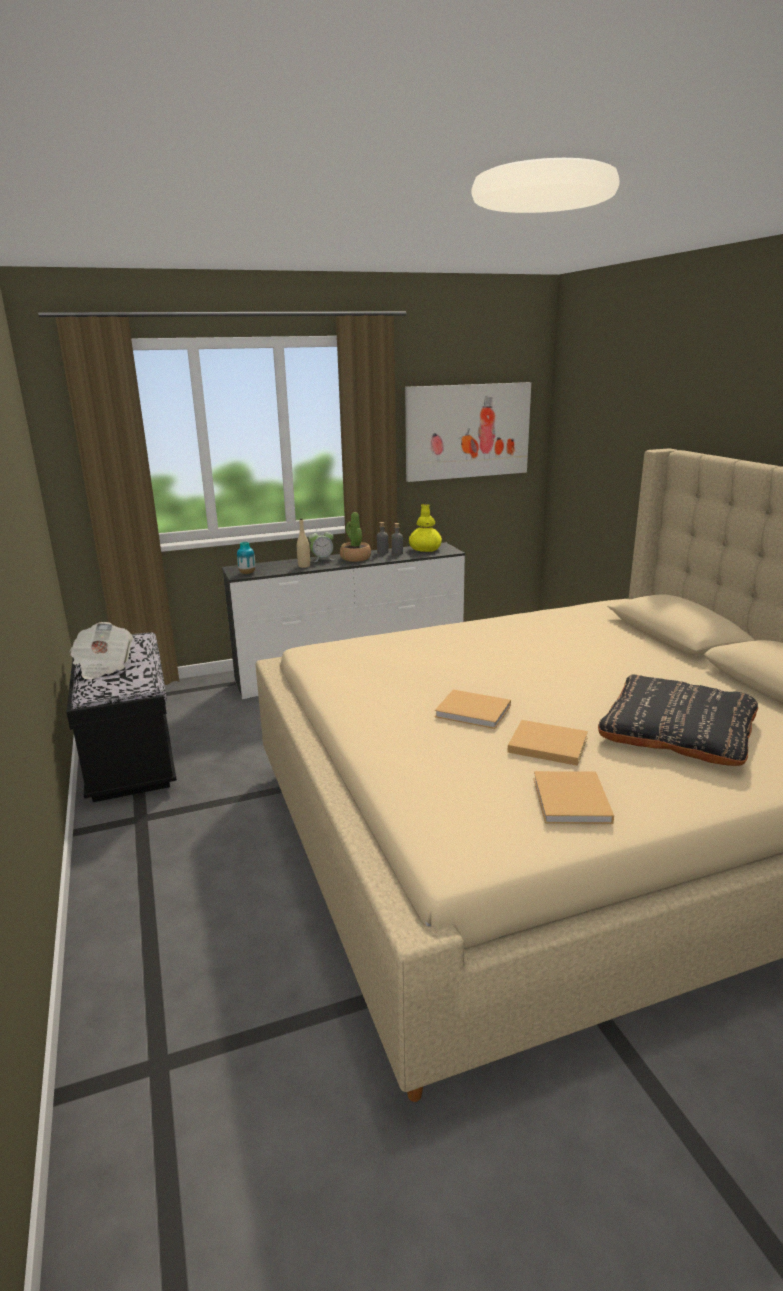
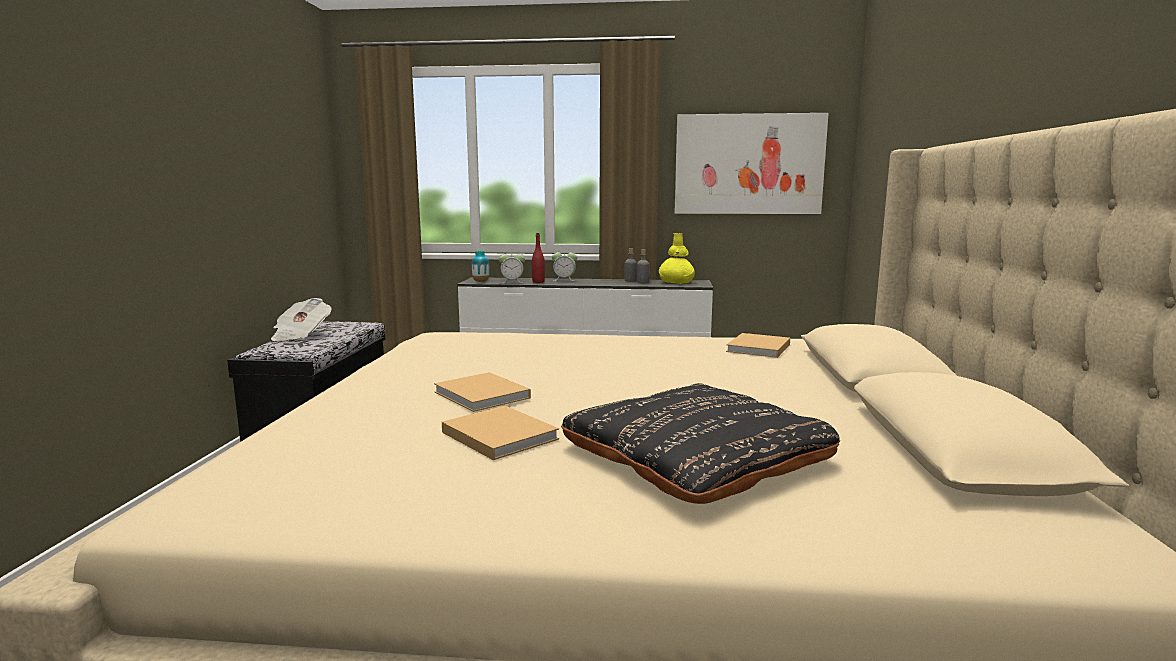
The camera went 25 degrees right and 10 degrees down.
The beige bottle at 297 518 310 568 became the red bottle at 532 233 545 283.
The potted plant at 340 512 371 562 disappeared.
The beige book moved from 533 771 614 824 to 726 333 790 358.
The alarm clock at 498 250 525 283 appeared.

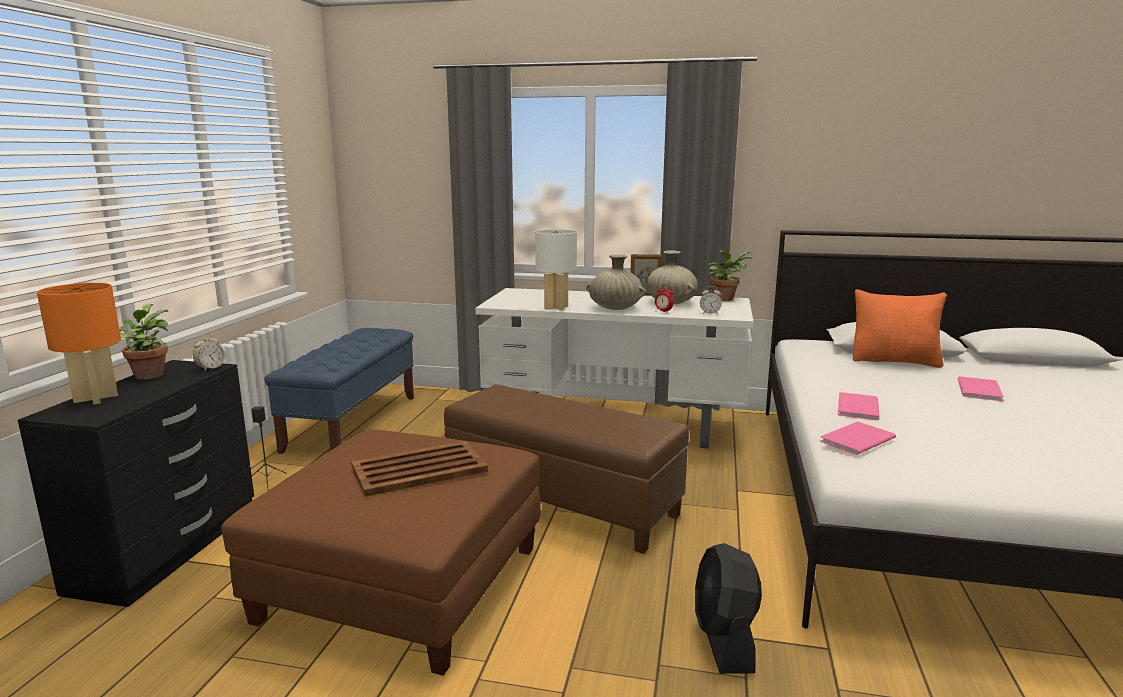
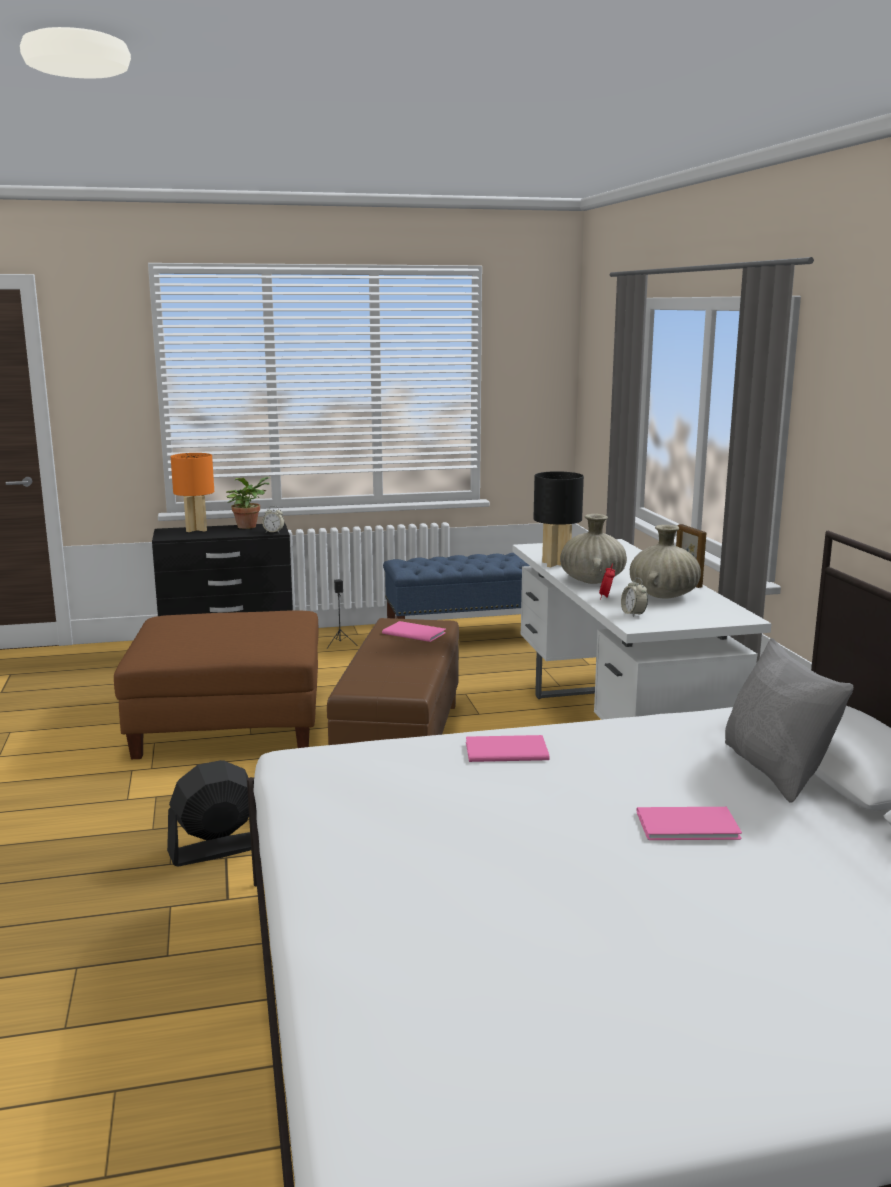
The camera went 65 degrees right and 0 degrees up.
The brown tray at 351 441 488 497 disappeared.
The white table lamp at 535 229 577 311 became the black table lamp at 533 471 584 567.
The potted plant at 708 250 752 301 disappeared.
The pink book moved from 820 422 896 455 to 382 621 446 642.
The orange pillow at 853 289 947 368 became the grey pillow at 725 638 854 803.

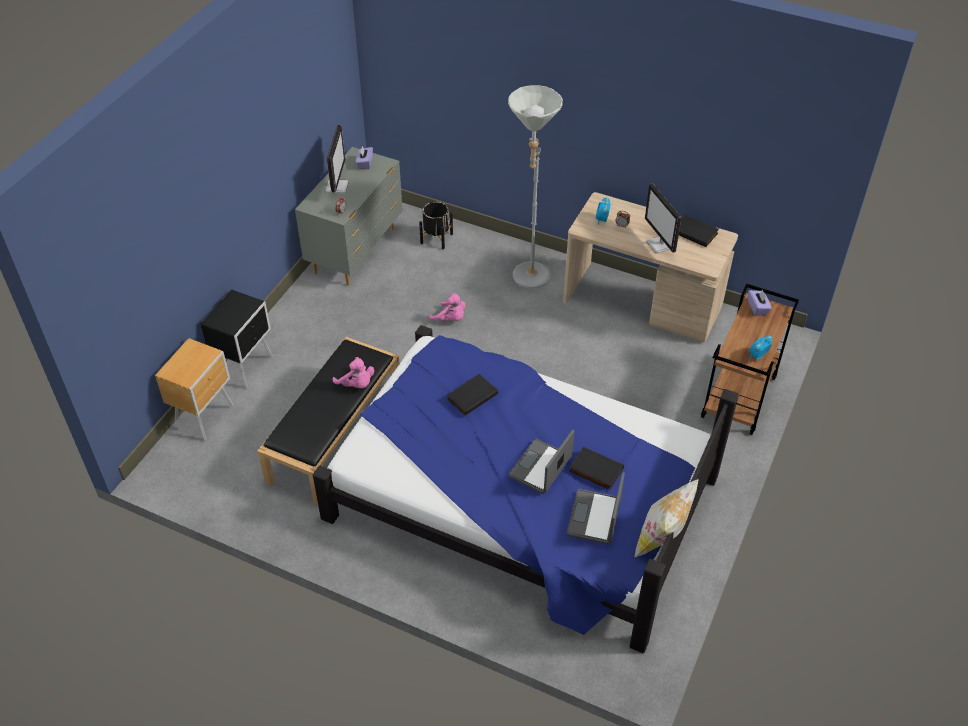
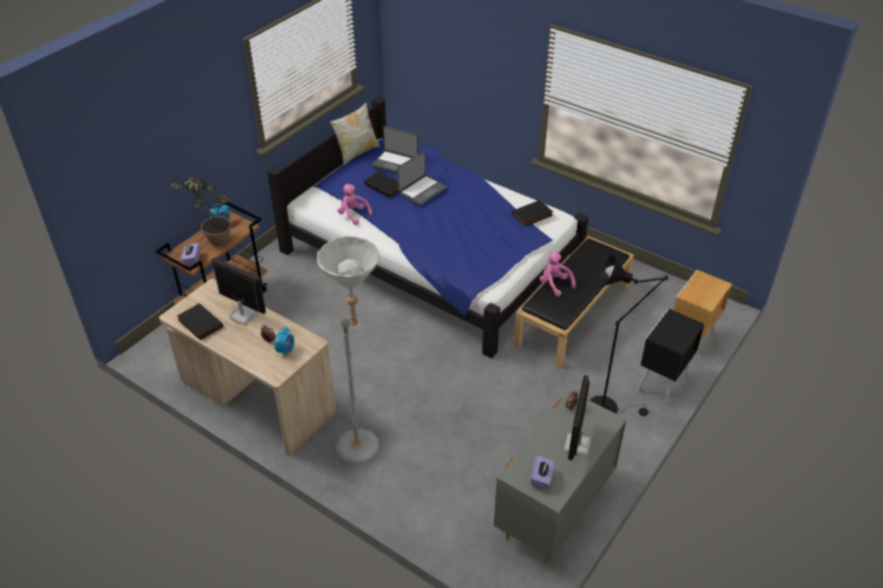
The camera went 170 degrees left and 5 degrees down.
The black planter at 419 202 453 249 disappeared.
The pink plush toy moved from 429 293 465 321 to 338 184 373 225.
The black book moved from 447 374 498 416 to 512 200 553 227.
The laptop at 567 472 625 544 turned 90 degrees clockwise.
The monitor at 645 183 682 253 turned 45 degrees counterclockwise.
The potted plant at 167 177 233 246 appeared.
The black floor lamp at 590 254 668 416 appeared.

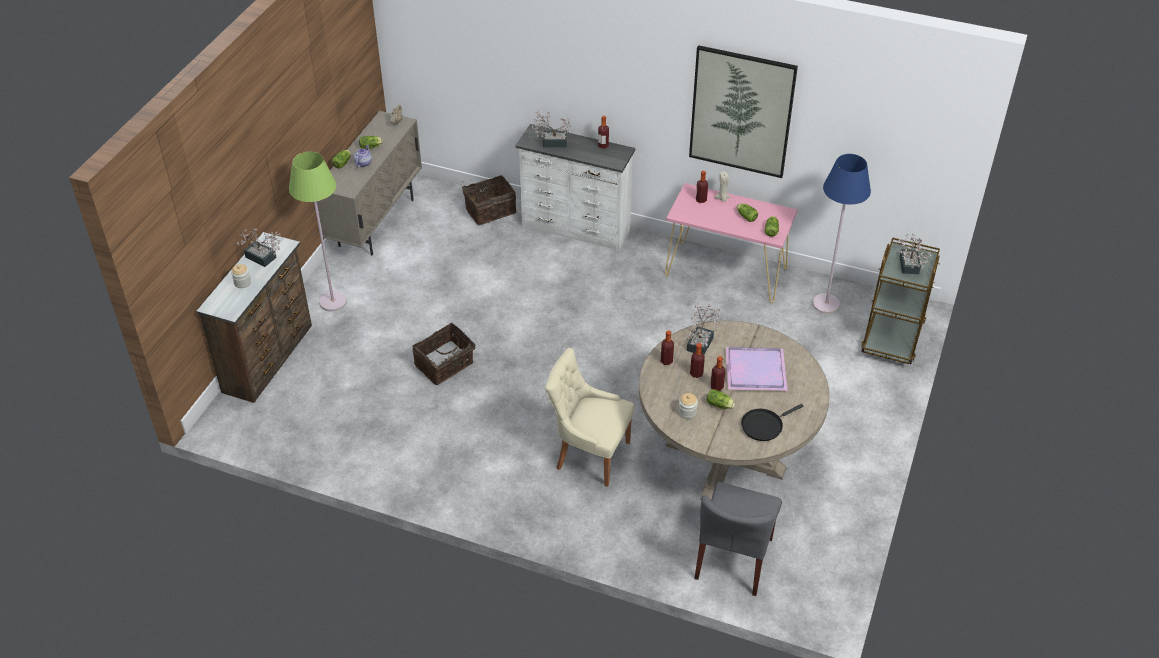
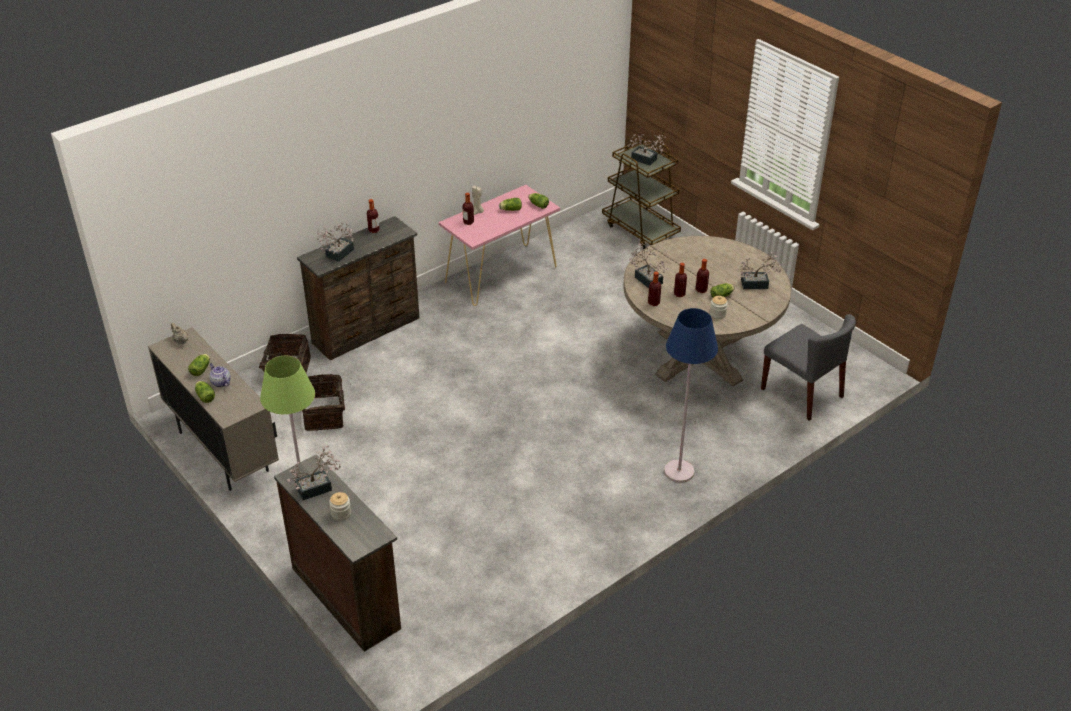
The camera went 60 degrees left and 5 degrees down.
The basket moved from 412 323 478 385 to 302 374 351 431.
The white dresser at 515 124 635 251 became the brown dresser at 297 216 420 360.
The beige chair at 545 348 634 487 disappeared.
The picture at 689 45 798 178 disappeared.
The purple tray at 725 347 787 391 disappeared.
The black frying pan at 741 404 804 441 was replaced by the potted plant at 736 252 781 289.
The blue floor lamp moved from 813 154 871 314 to 664 308 718 483.

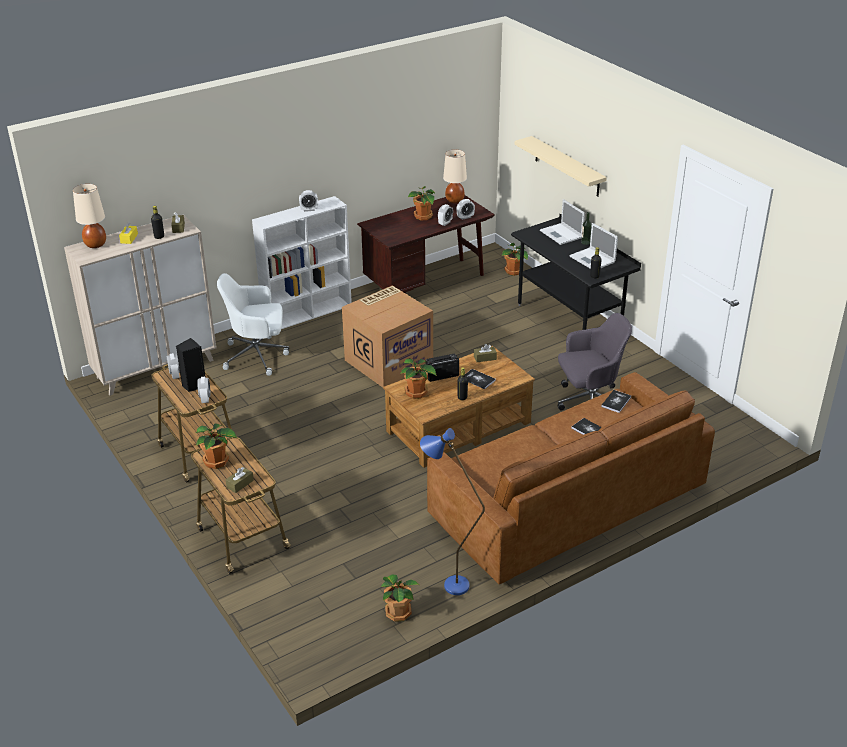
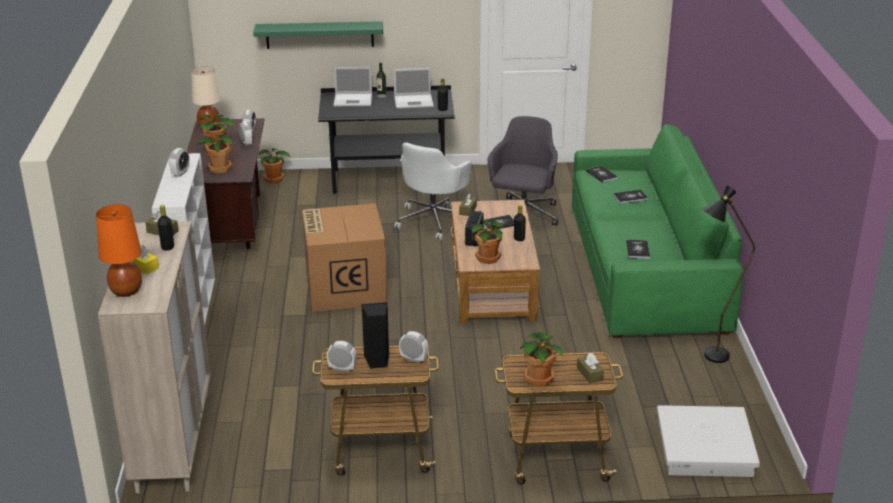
The camera went 60 degrees left and 5 degrees down.
The beige table lamp at 73 184 106 248 became the orange table lamp at 96 204 142 297.
The white office chair moved from 217 273 289 376 to 394 142 472 240.
The potted plant moved from 381 575 419 622 to 197 133 233 174.
The blue floor lamp at 420 428 485 595 became the black floor lamp at 701 186 755 363.
The brown sofa at 427 372 715 585 became the green sofa at 572 124 744 338.
The beige shelf at 515 136 607 197 became the green shelf at 253 21 383 49.
The book at 626 240 650 259 appeared.
The white storage box at 657 405 760 477 appeared.

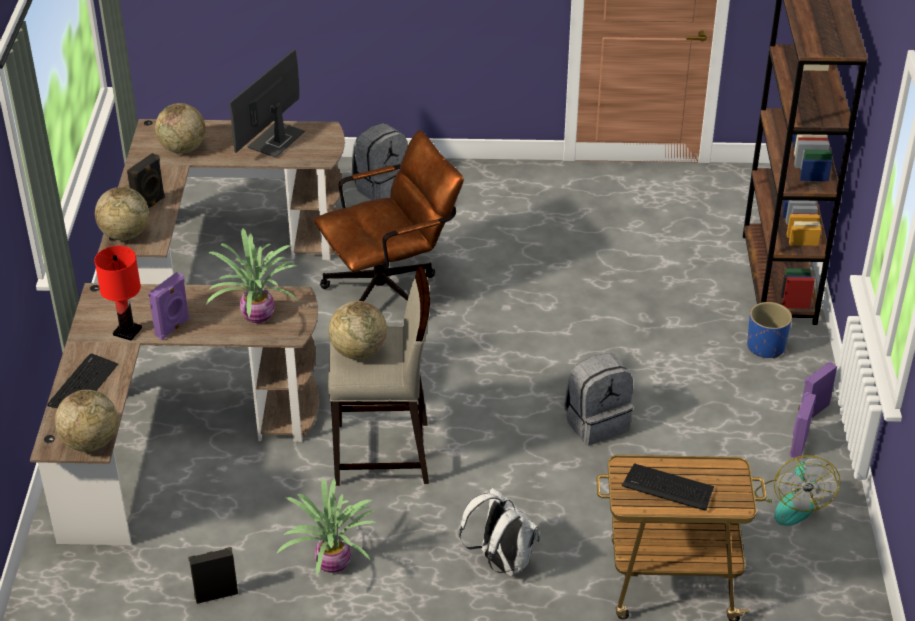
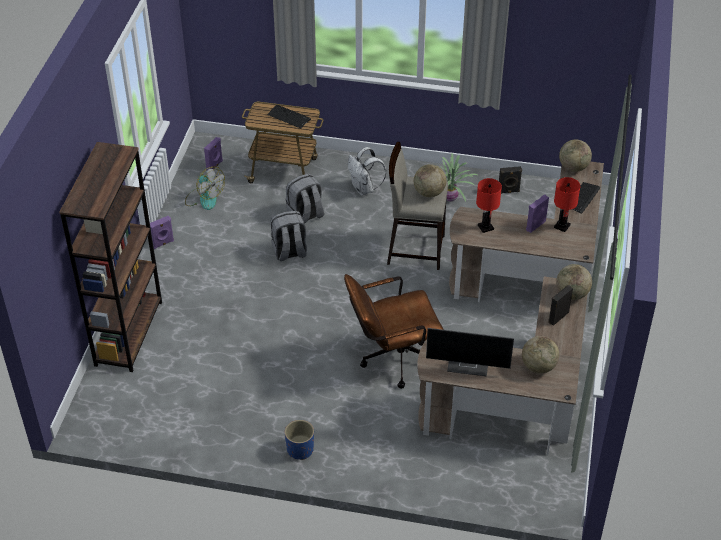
The camera went 170 degrees left and 5 degrees up.
The potted plant at 206 229 297 323 was replaced by the red table lamp at 476 178 502 233.
The monitor at 229 49 305 158 turned 60 degrees clockwise.
The grey backpack moved from 351 123 408 200 to 286 174 324 224.
The blue planter moved from 747 302 792 359 to 285 420 314 460.
The fan at 755 455 841 526 turned 120 degrees clockwise.
The purple speaker moved from 790 392 816 459 to 204 137 223 170.

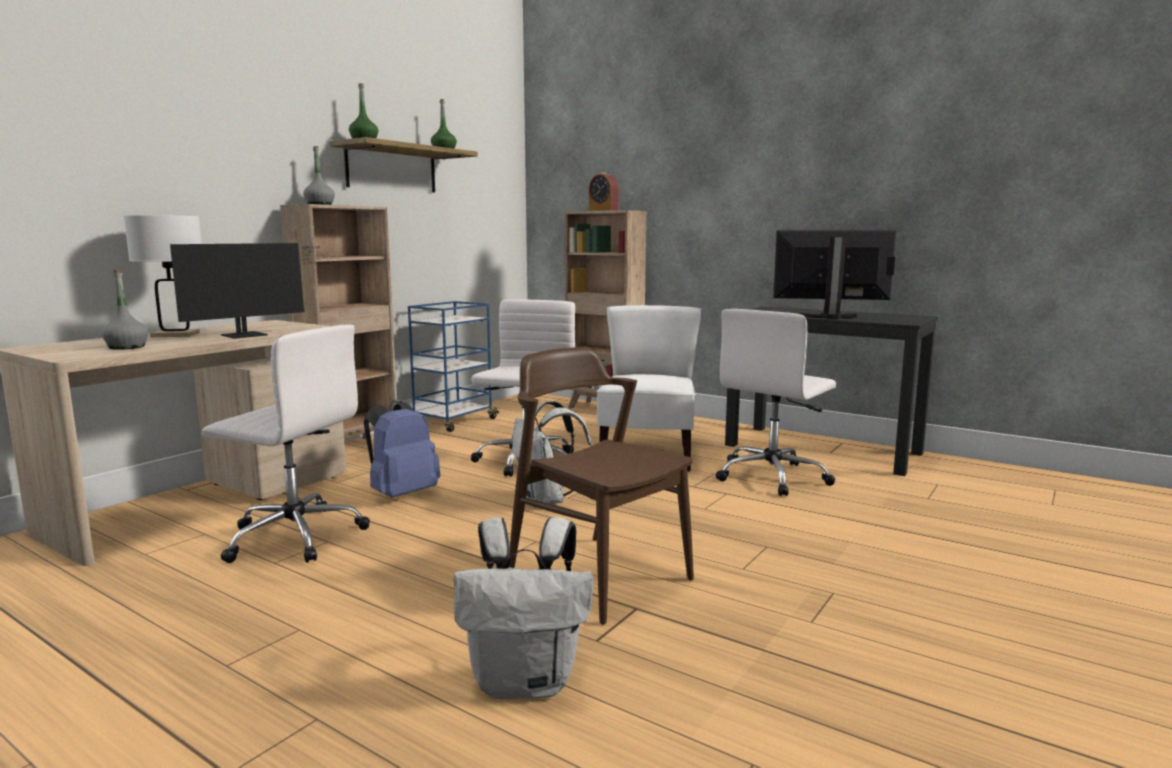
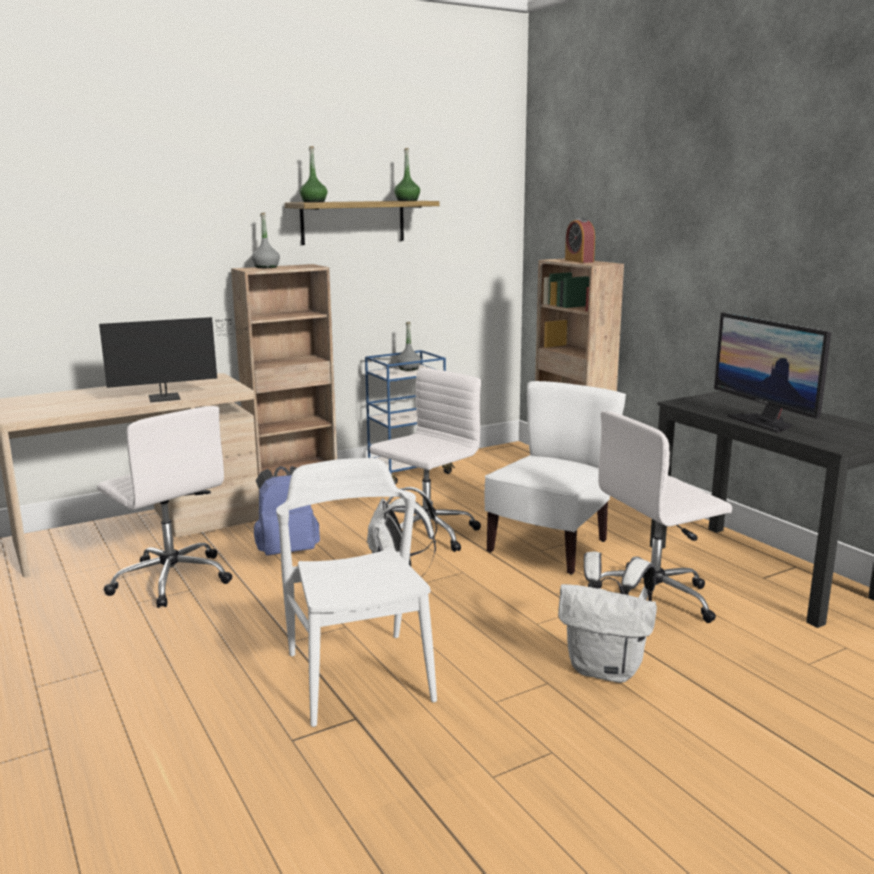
The camera went 25 degrees right and 5 degrees up.
The grey bottle moved from 101 270 149 350 to 396 322 421 371.
The white table lamp at 124 215 202 337 disappeared.
The white backpack moved from 454 517 594 699 to 558 552 657 683.
The brown chair at 509 347 694 625 became the white chair at 276 458 437 727.
The monitor at 773 230 896 319 turned 150 degrees counterclockwise.

